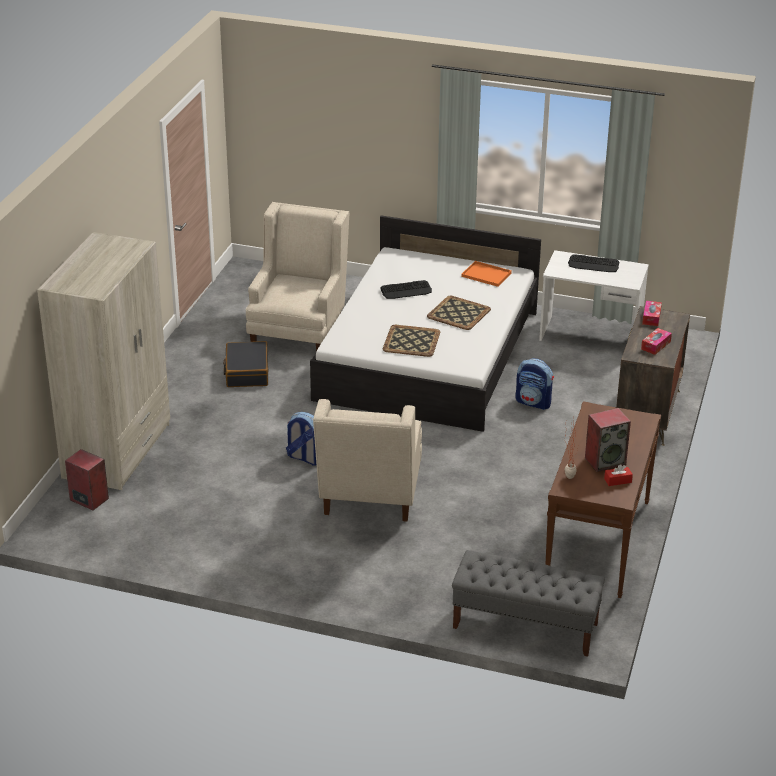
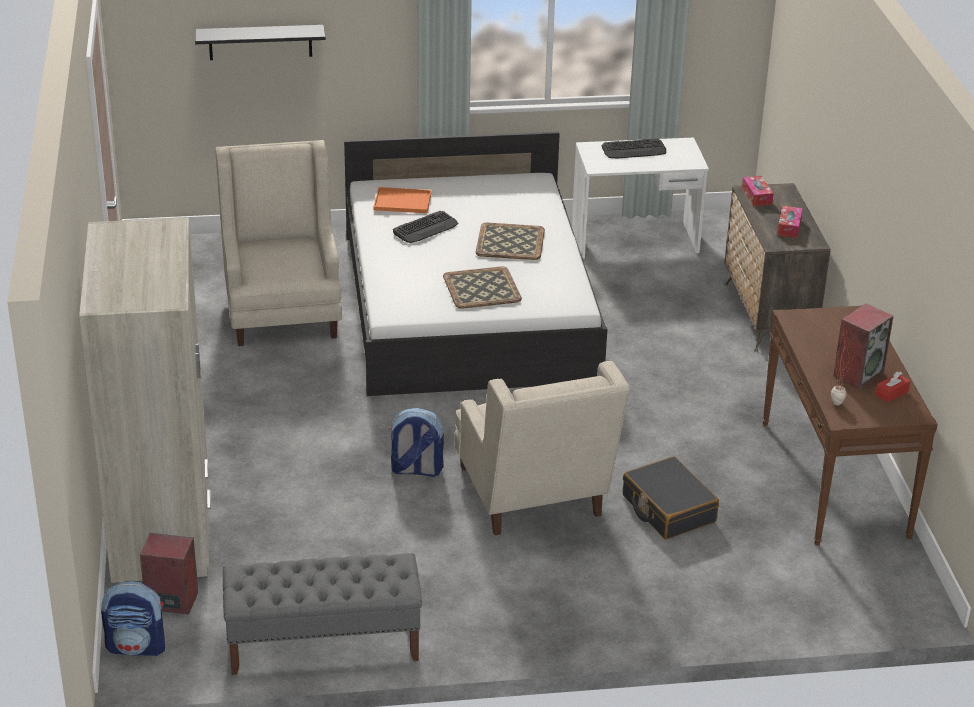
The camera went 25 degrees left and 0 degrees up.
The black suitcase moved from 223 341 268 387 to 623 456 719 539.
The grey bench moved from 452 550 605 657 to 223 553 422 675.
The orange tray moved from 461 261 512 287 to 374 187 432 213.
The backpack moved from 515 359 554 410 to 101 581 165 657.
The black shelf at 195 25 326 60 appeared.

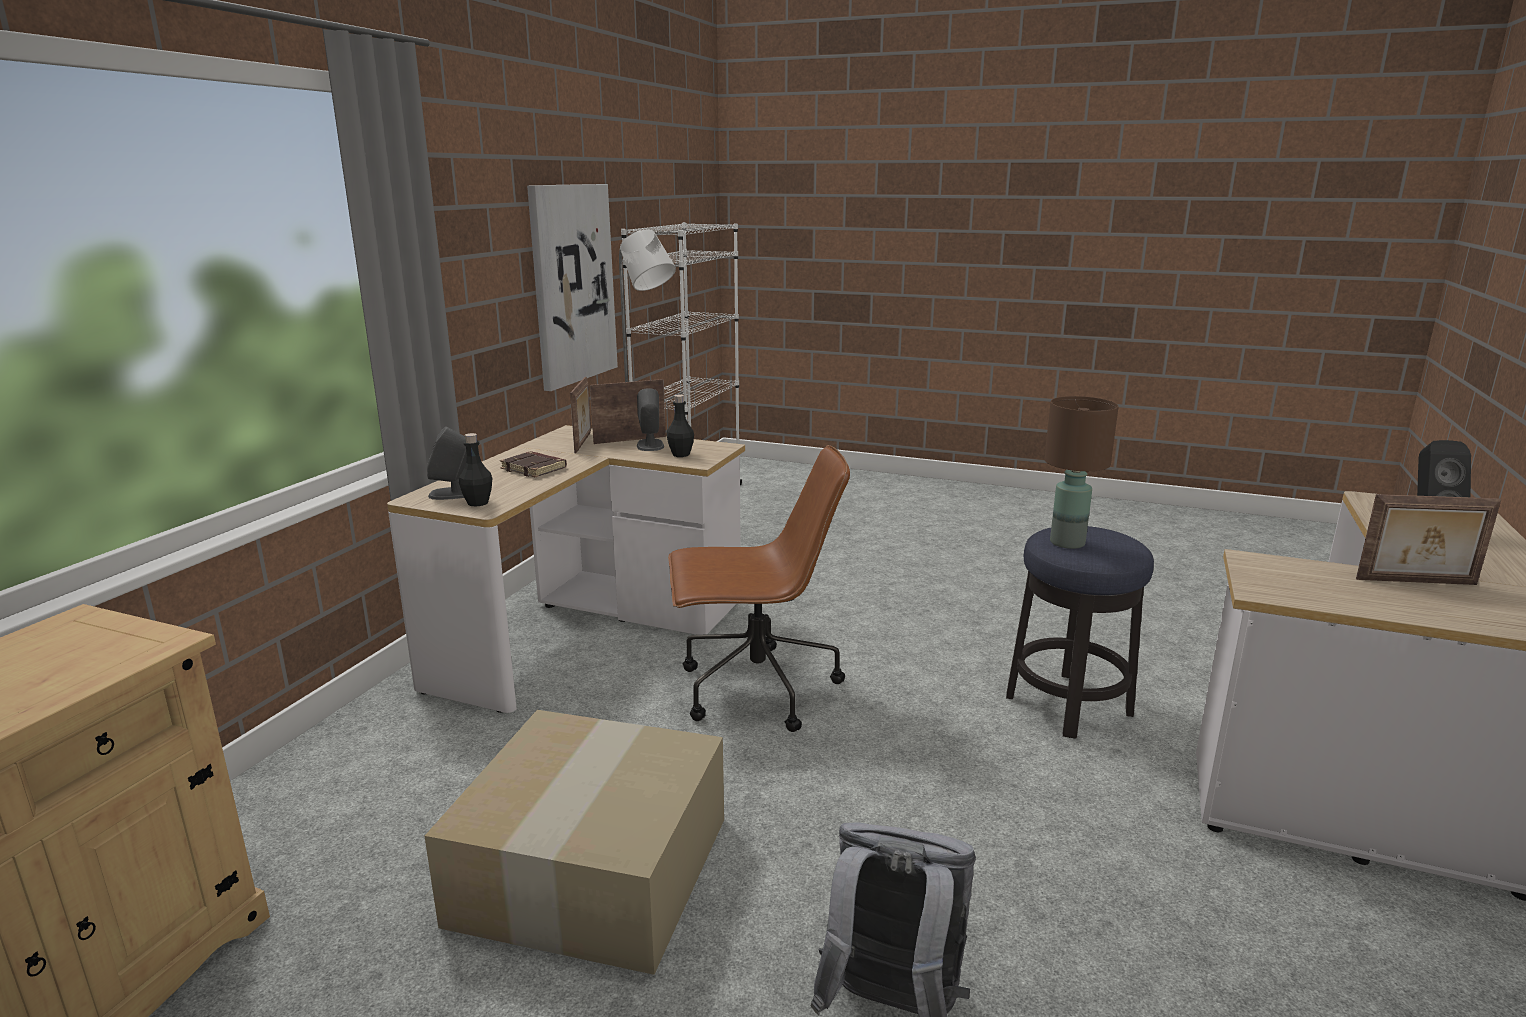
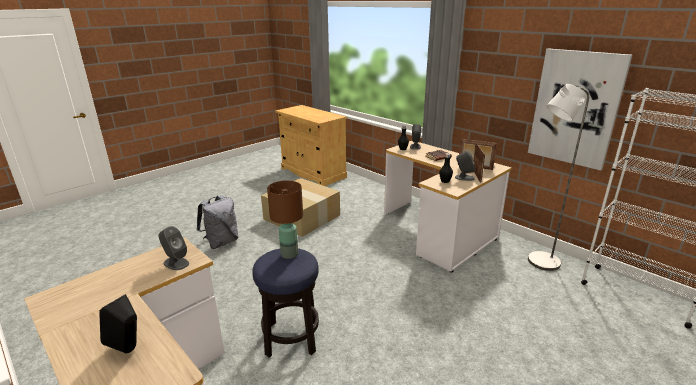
The camera went 115 degrees right and 5 degrees up.
The brown office chair at 668 445 850 732 disappeared.
The picture frame at 1356 494 1502 585 disappeared.
The grey speaker at 158 226 189 270 appeared.

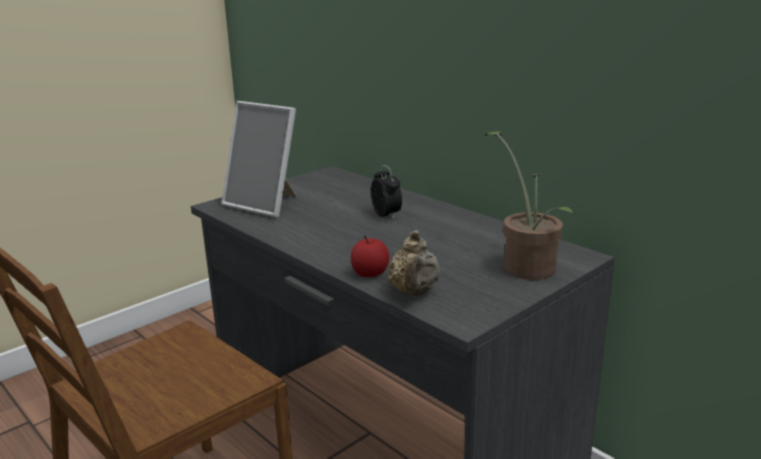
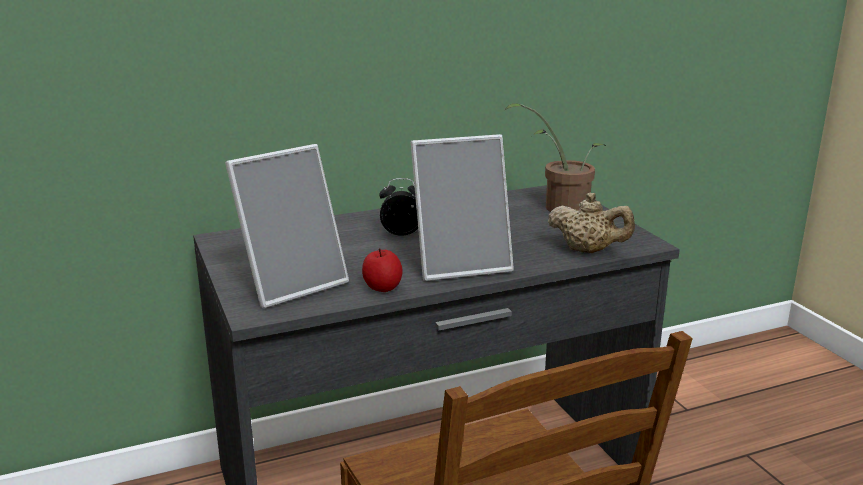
The camera went 70 degrees left and 0 degrees up.
The apple moved from 351 235 389 277 to 362 248 403 292.
The picture frame at 411 134 514 281 appeared.

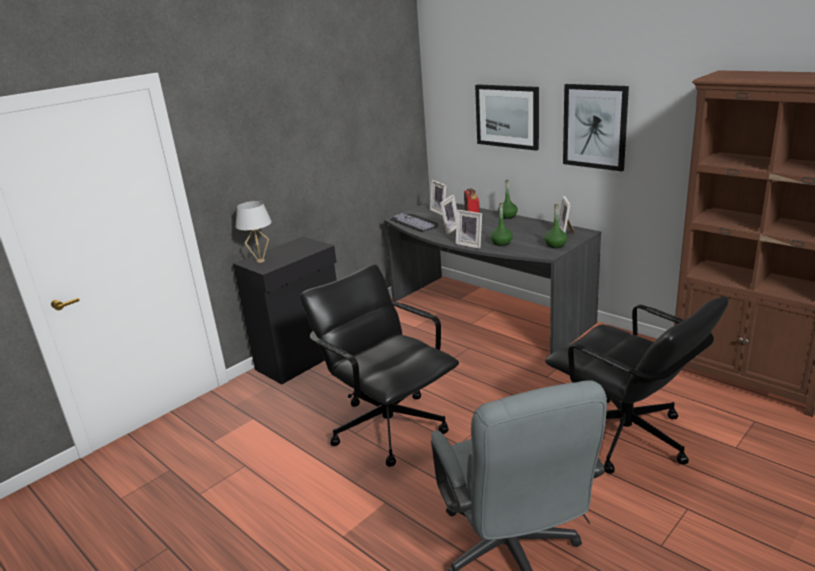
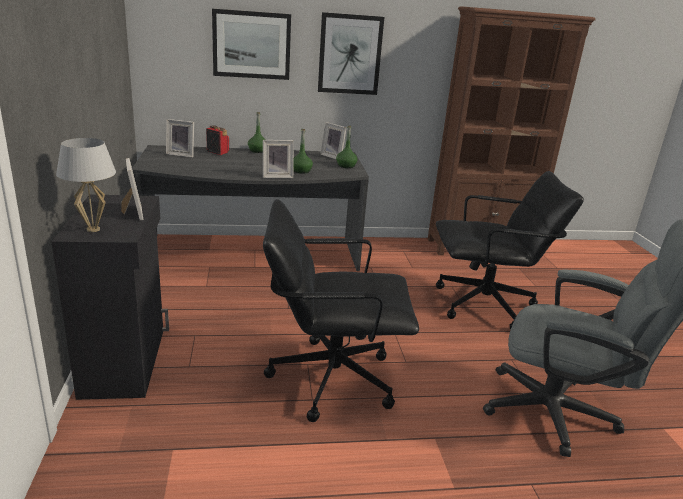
The camera went 55 degrees left and 0 degrees up.
The keyboard at 389 213 438 232 disappeared.
The picture frame moved from 440 195 457 235 to 121 158 143 221.

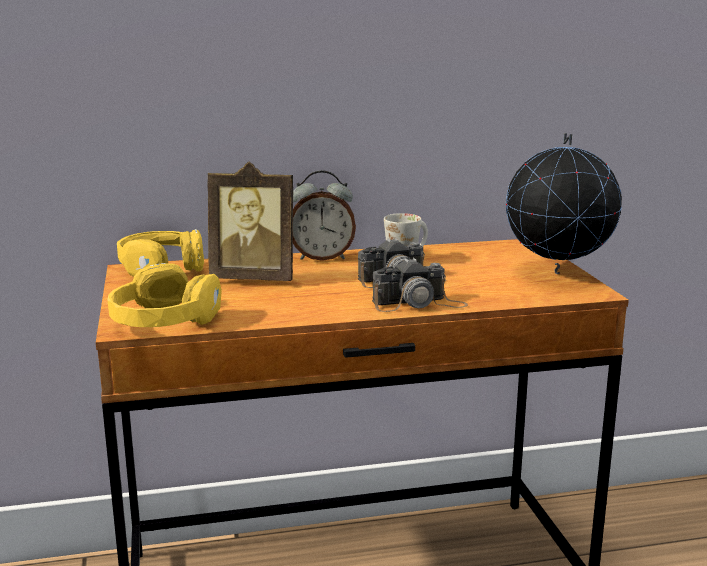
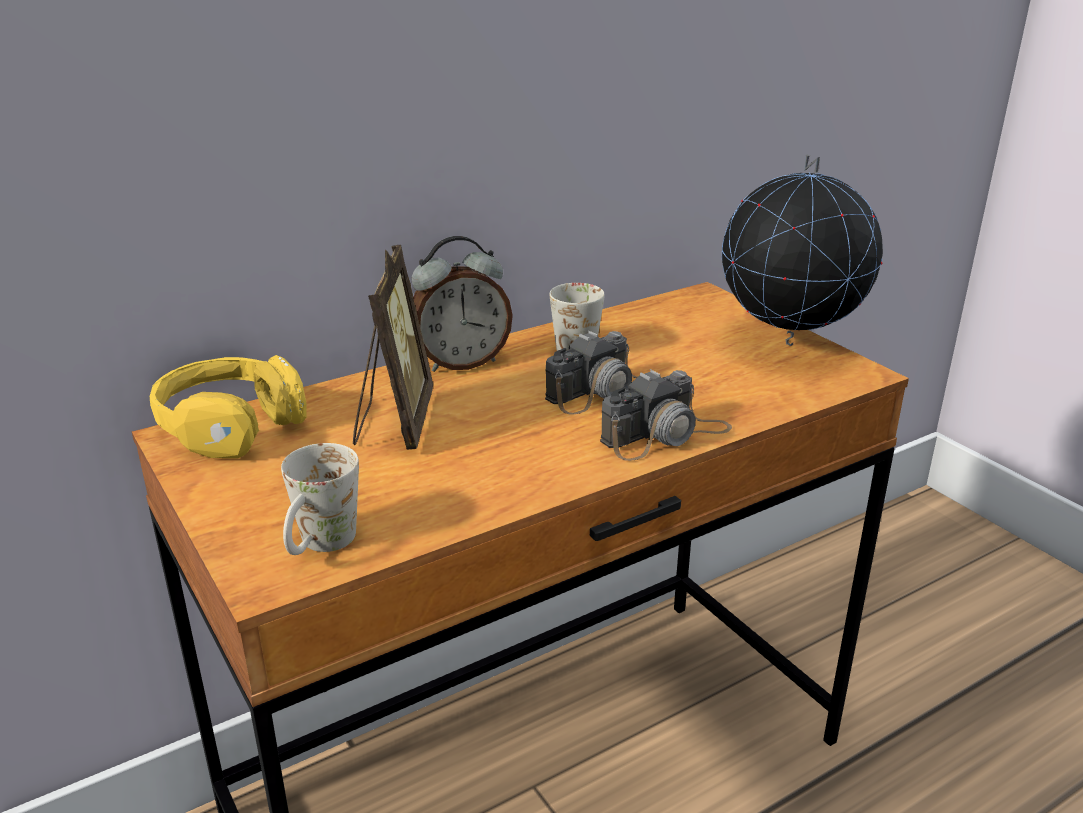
The camera went 20 degrees left and 10 degrees up.
The yellow headphones at 108 263 222 327 was replaced by the white mug at 281 443 359 555.
The picture frame at 207 162 293 281 turned 75 degrees counterclockwise.

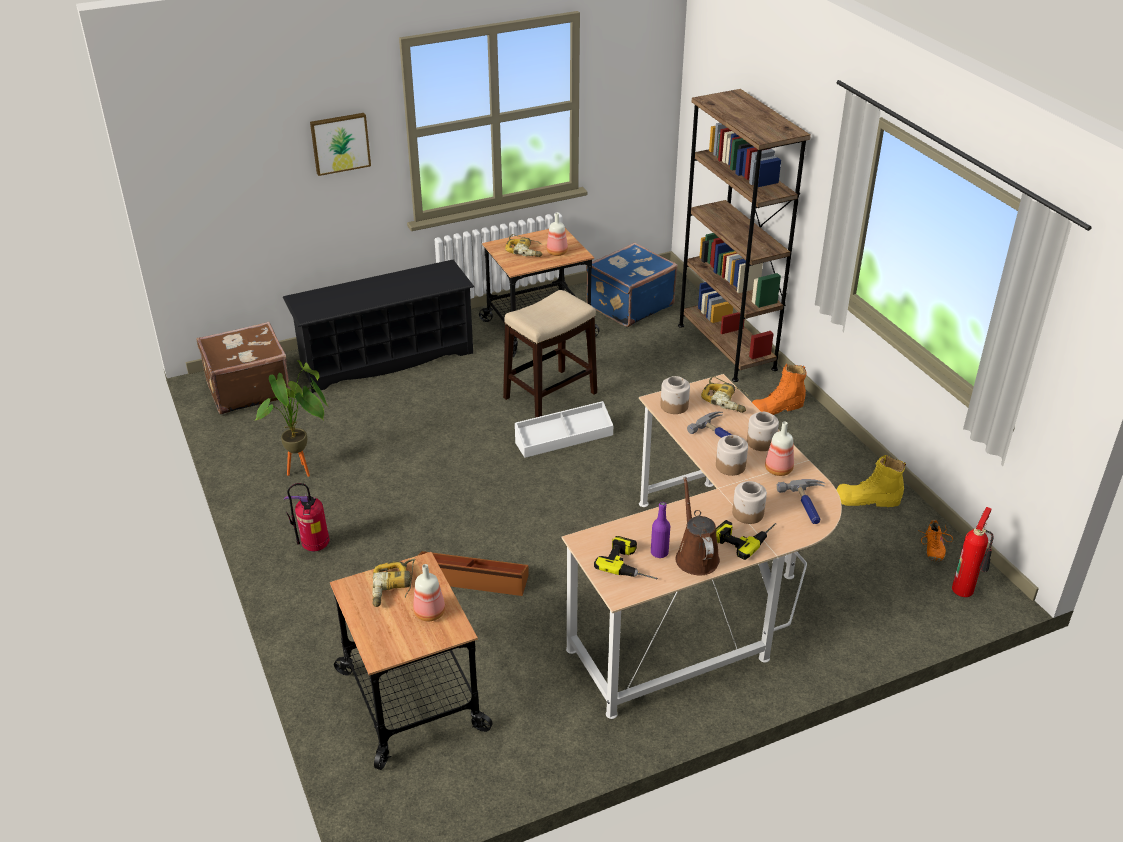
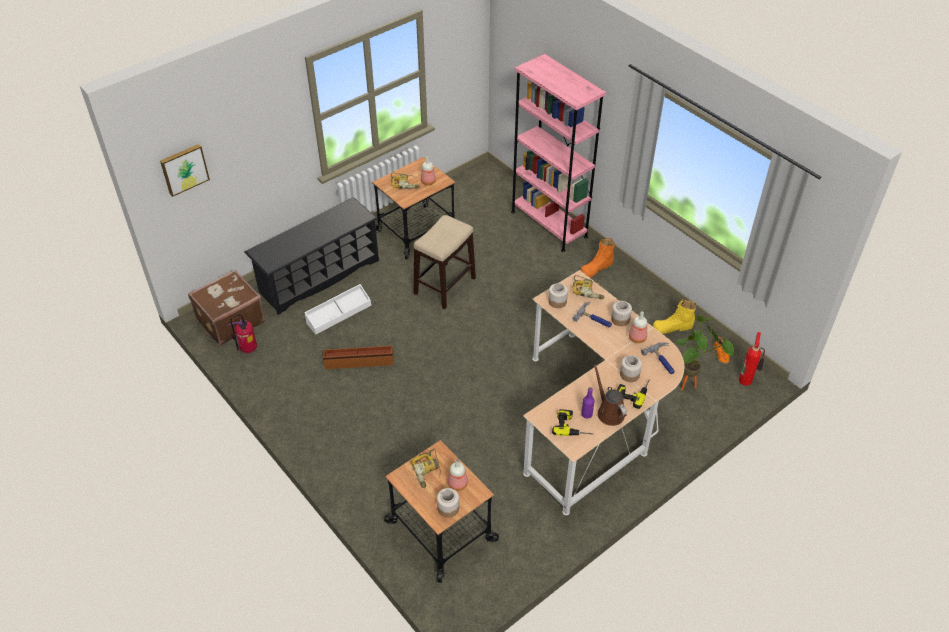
The camera went 15 degrees left and 10 degrees up.
The potted plant moved from 256 360 328 477 to 676 316 734 391.
The fire extinguisher moved from 284 483 329 551 to 228 314 257 353.
The picture moved from 310 113 371 176 to 160 144 210 197.
The brown storage box moved from 419 551 529 596 to 323 346 393 369.
The white storage box moved from 515 401 613 458 to 304 284 371 334.
The blue suitcase at 586 242 678 327 disappeared.
The brown bookcase at 678 89 811 382 became the pink bookcase at 511 54 606 252.
The jar moved from 716 435 748 476 to 437 488 459 518.

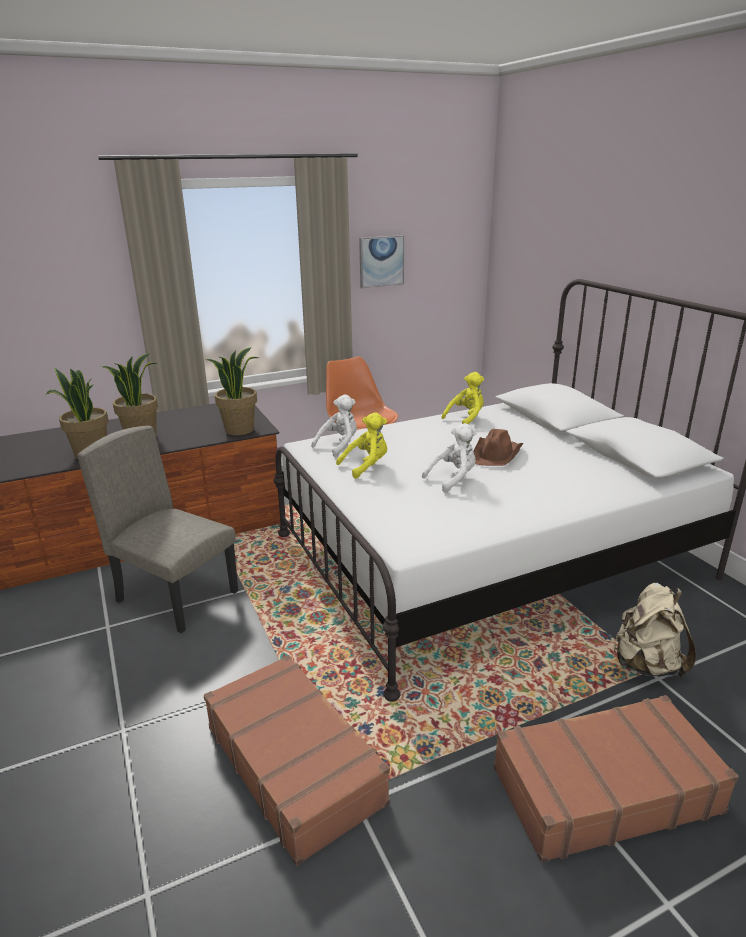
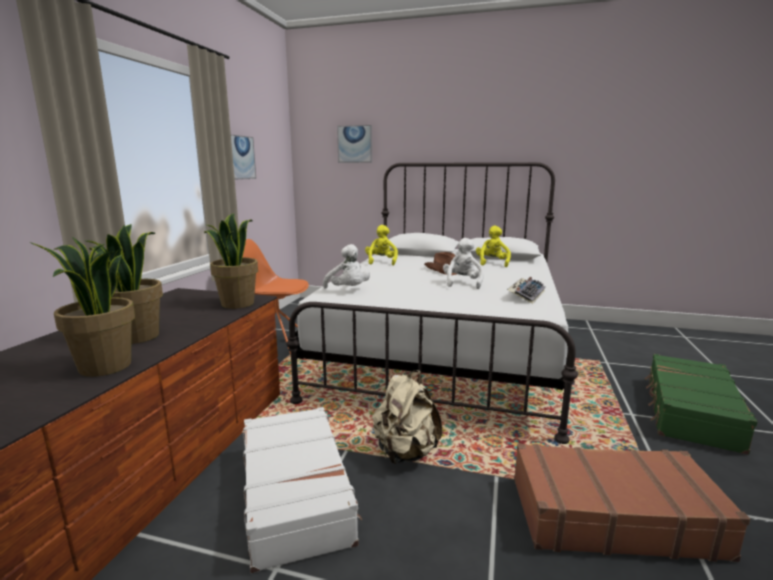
The camera went 50 degrees left and 10 degrees down.
The beige chair at 77 426 238 633 was replaced by the white suitcase at 243 407 362 573.
The white plush toy at 311 394 357 457 turned 150 degrees clockwise.
The yellow plush toy moved from 336 412 387 479 to 476 226 511 267.
The brown suitcase at 494 695 739 863 became the green suitcase at 645 354 758 455.
The beige backpack moved from 613 583 696 678 to 372 370 442 464.
The picture at 337 125 372 163 appeared.
The keyboard at 507 277 546 304 appeared.

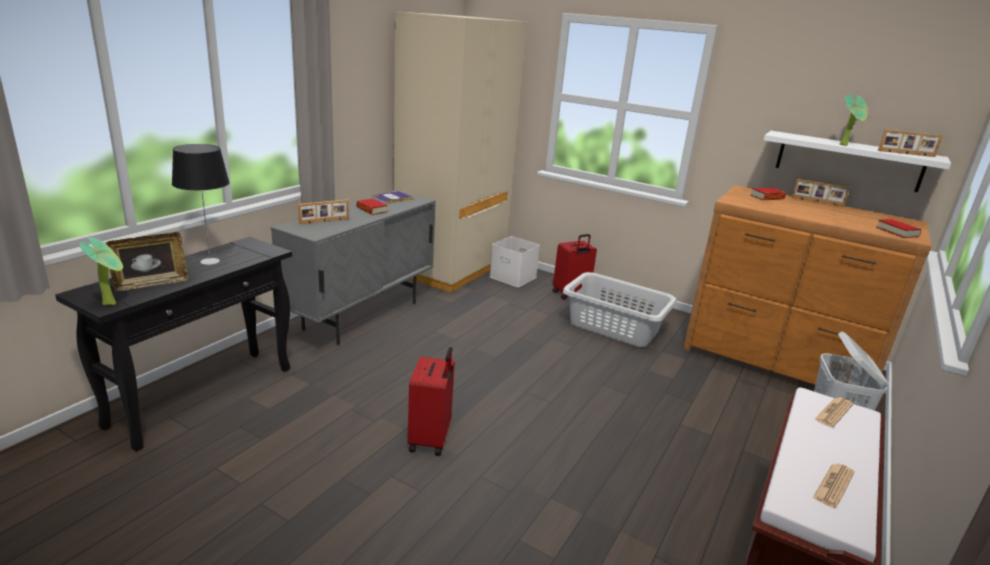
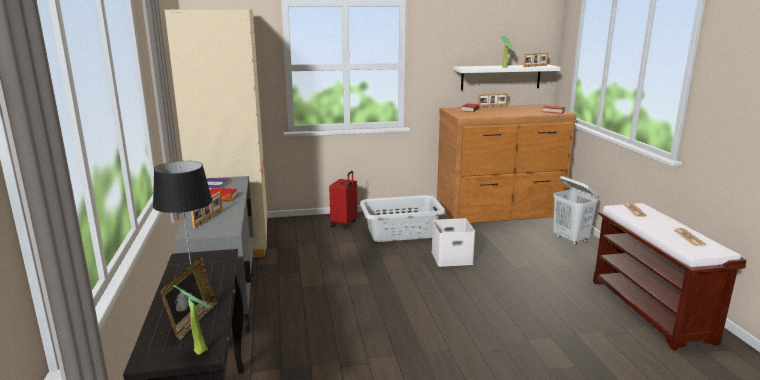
The camera went 40 degrees left and 5 degrees down.
The red suitcase at 408 347 455 456 disappeared.
The white storage box moved from 490 236 540 287 to 432 218 475 267.

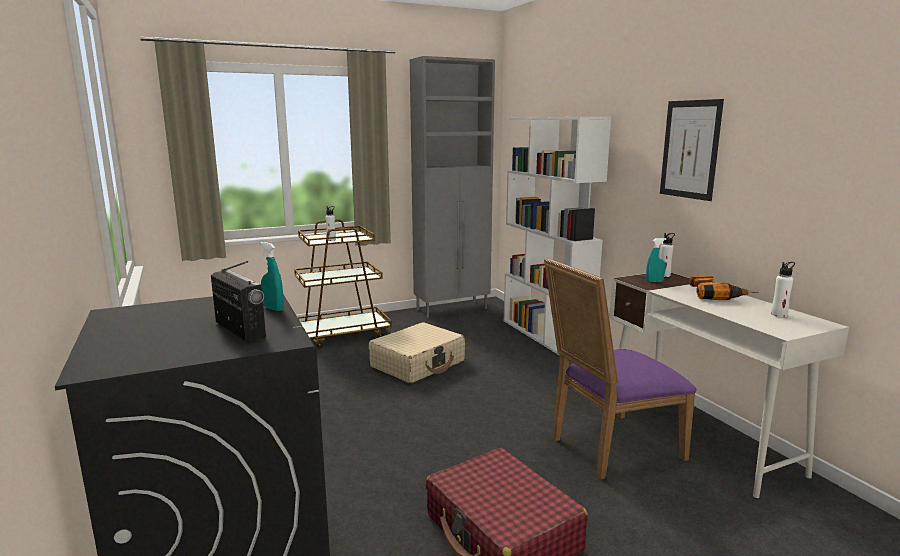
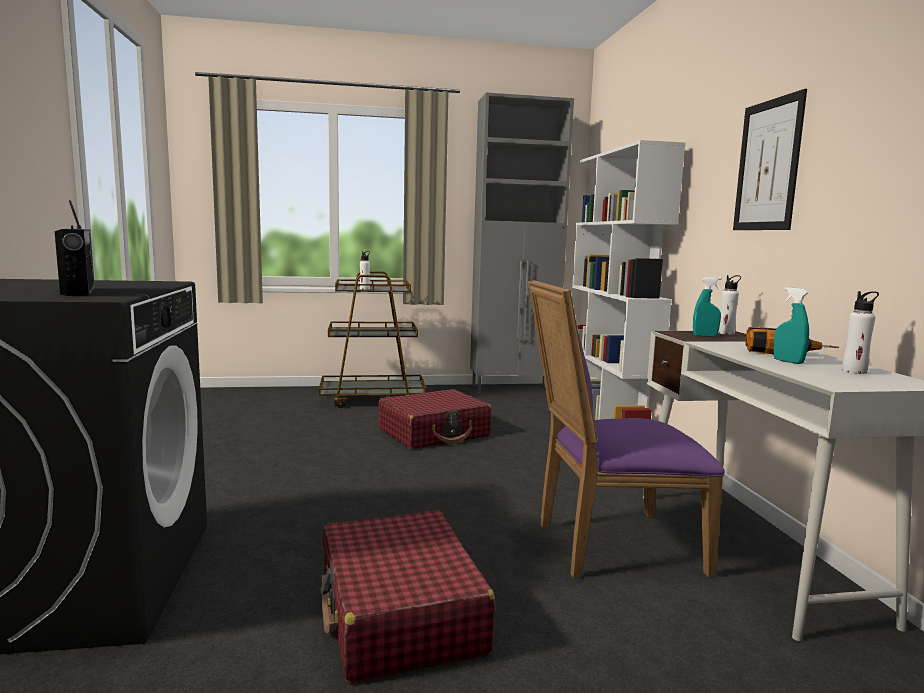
The camera went 15 degrees right and 5 degrees down.
The turquoise spray bottle moved from 260 242 284 311 to 774 287 809 364.
The beige suitcase at 369 322 465 383 became the red suitcase at 379 389 491 449.

